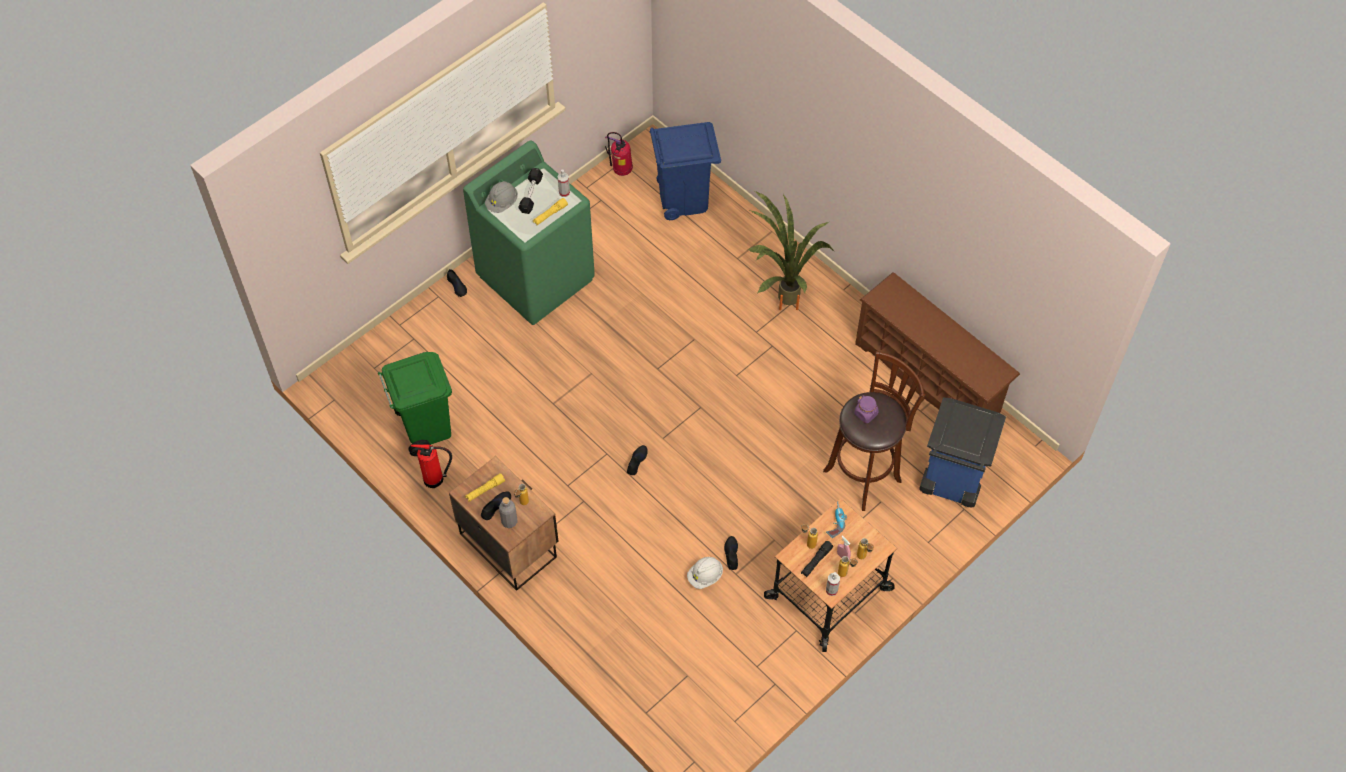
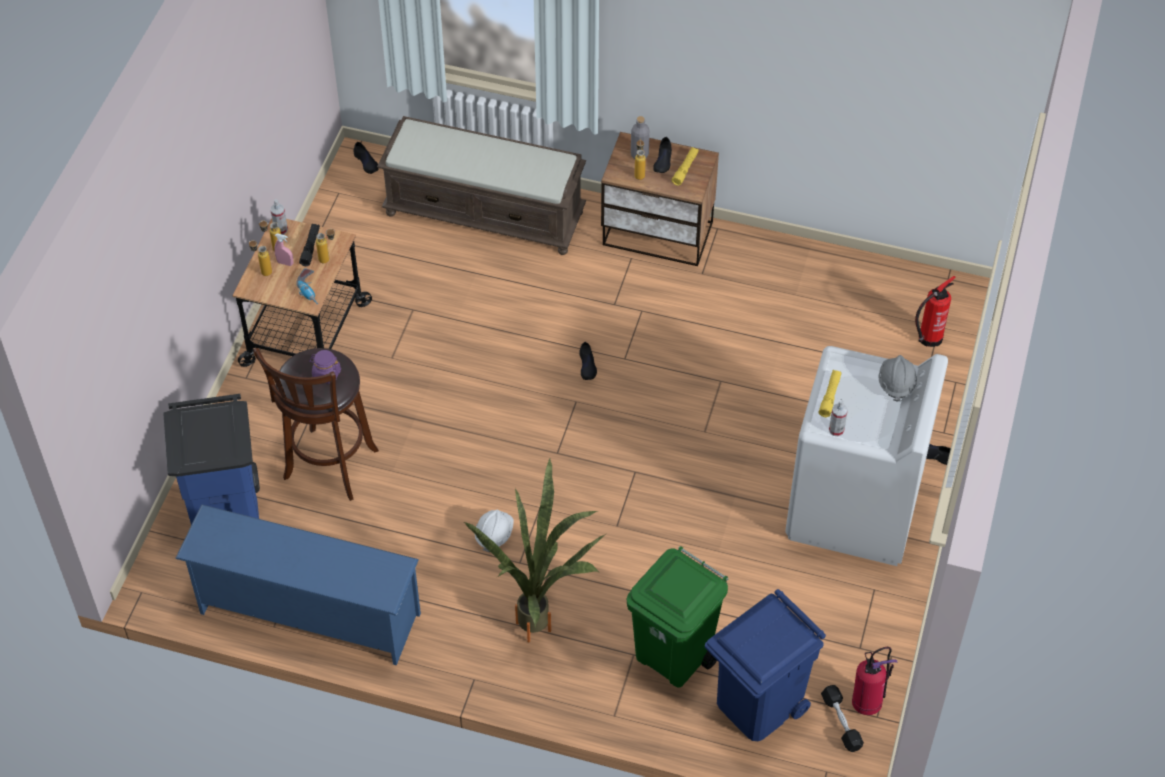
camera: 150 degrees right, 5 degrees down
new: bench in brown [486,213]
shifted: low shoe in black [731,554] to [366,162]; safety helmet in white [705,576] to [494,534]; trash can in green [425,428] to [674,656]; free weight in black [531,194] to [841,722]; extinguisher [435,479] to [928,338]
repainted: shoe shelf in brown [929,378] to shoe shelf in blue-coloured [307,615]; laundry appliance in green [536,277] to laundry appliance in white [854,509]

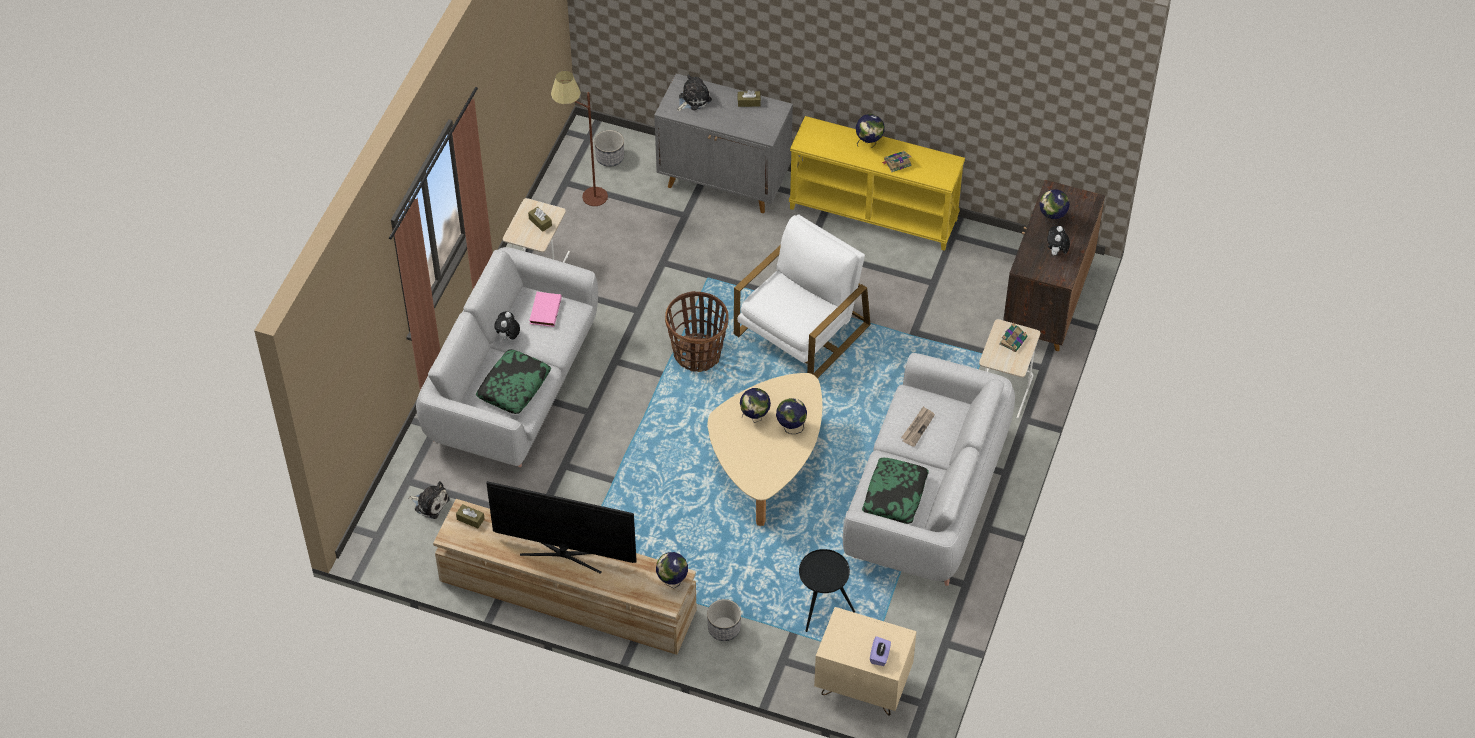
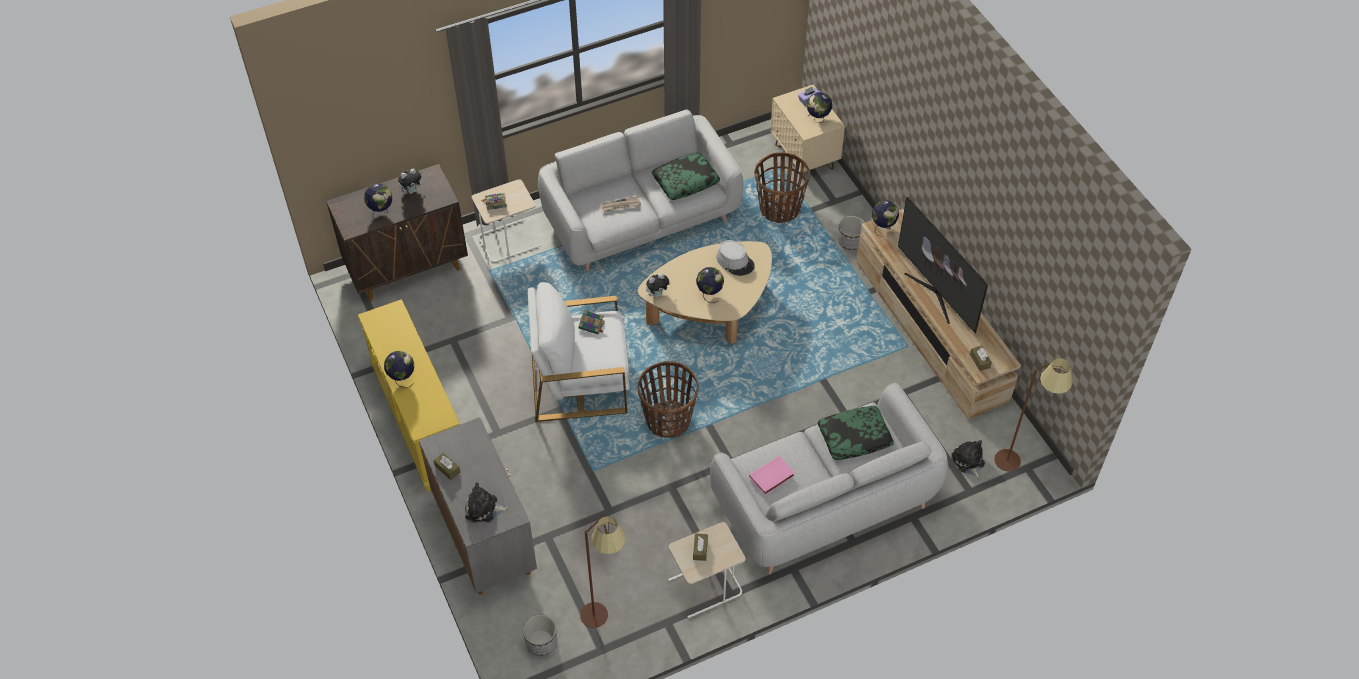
camera: 135 degrees left, 0 degrees up
new: wearable hat in grey [735,261]; standing lamp in brown [1017,467]
shifted: volume [897,163] to [592,325]; cuddly toy [508,337] to [657,294]; world globe [791,427] to [818,119]
swapped: accent table in black [822,610] to household basket [779,209]

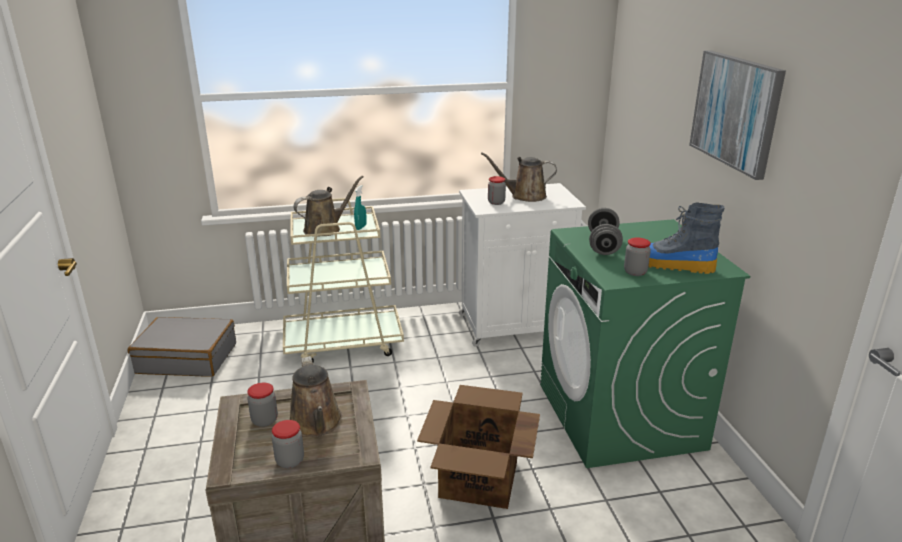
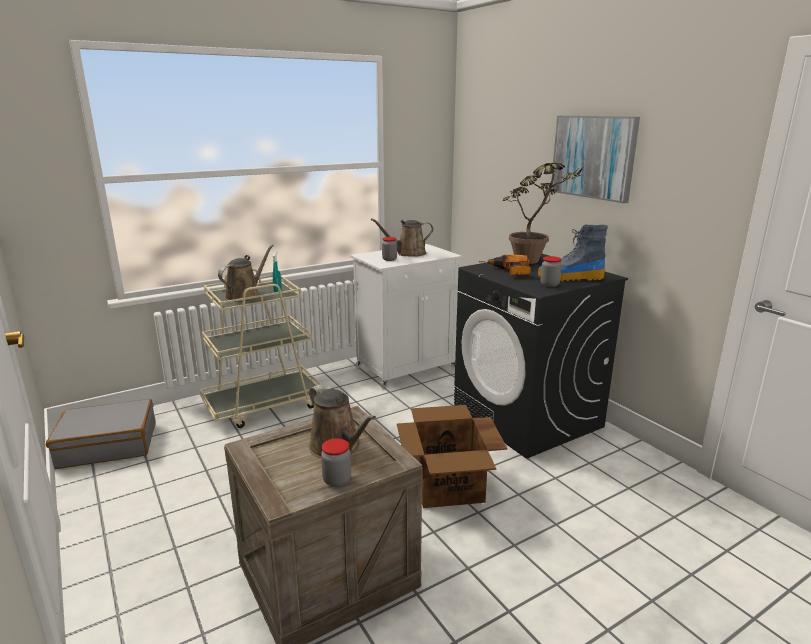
camera: 20 degrees left, 5 degrees down
gone: storage jar [264,420]
new: plant in a pot [534,262]
swapped: free weight in grey [603,245] to power drill [508,272]
repainted: laundry appliance in green [620,416] to laundry appliance in black [527,417]

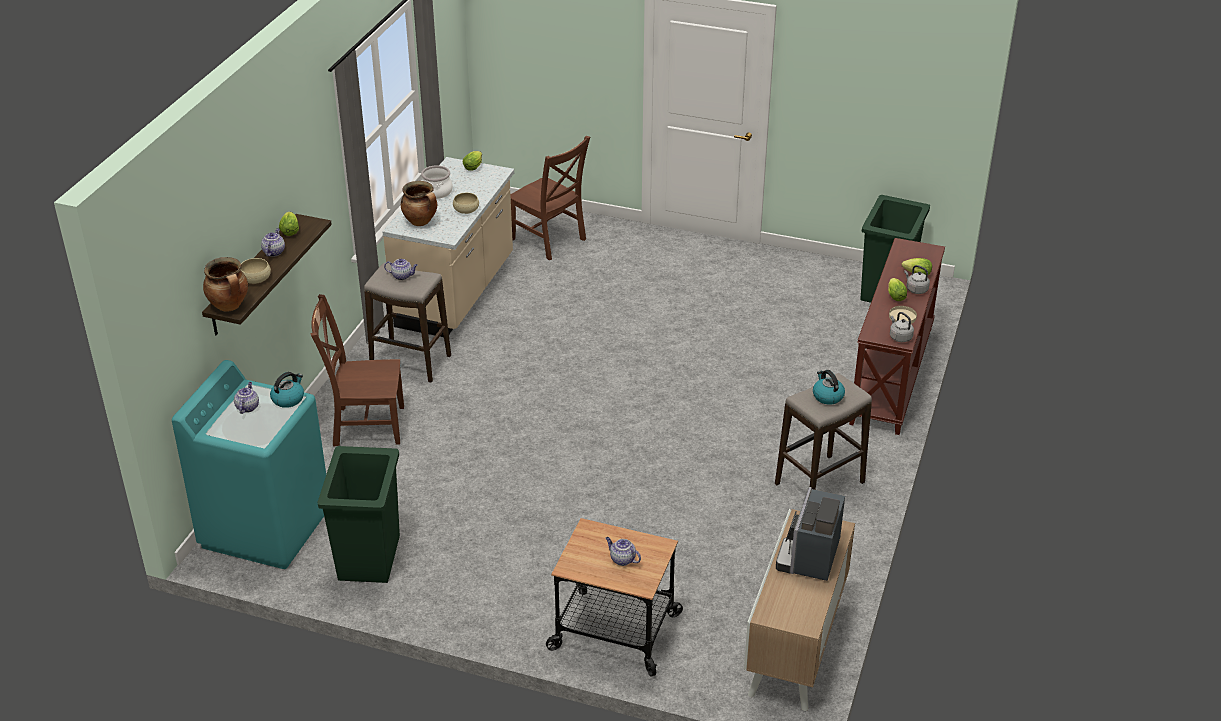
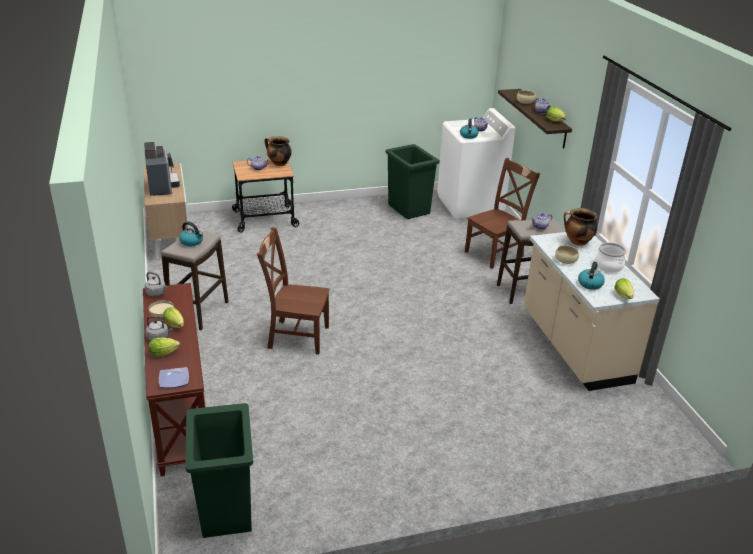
camera: 145 degrees right, 5 degrees down
new: dinner plate [174,380]; tea kettle [590,283]
shifted: upright chair in brown [550,241] to [295,336]; stockpot [230,306] to [278,163]
repainted: laundry appliance in turquoise-coloured [266,527] to laundry appliance in white [470,204]

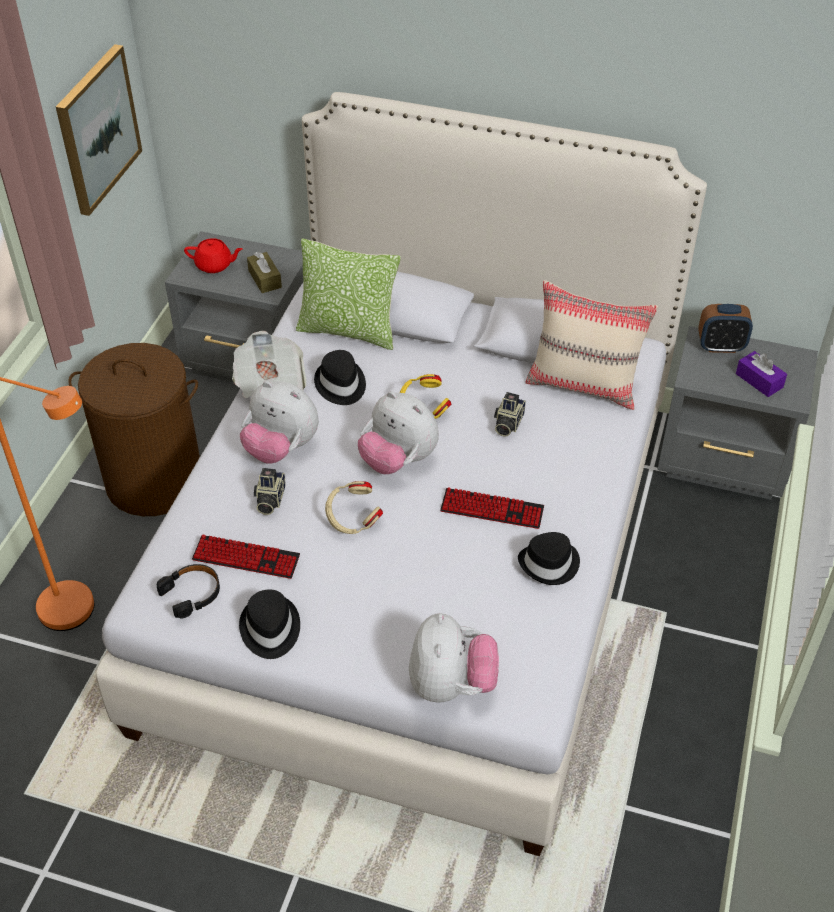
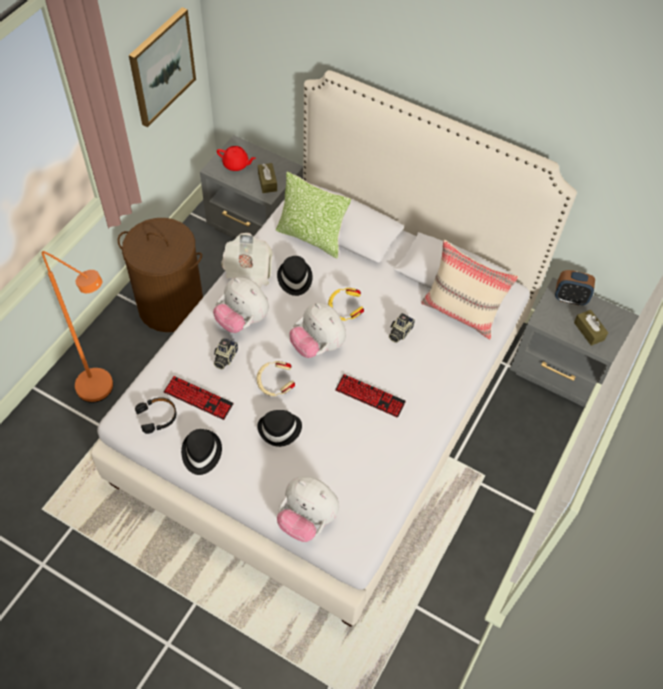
camera: 10 degrees right, 10 degrees up
shifted: wearable hat in black [549,564] to [280,429]
repainted: tissue box in purple [759,380] to tissue box in brown [589,331]
rotated: cuddly toy [451,684] = [307,519] 105 degrees clockwise

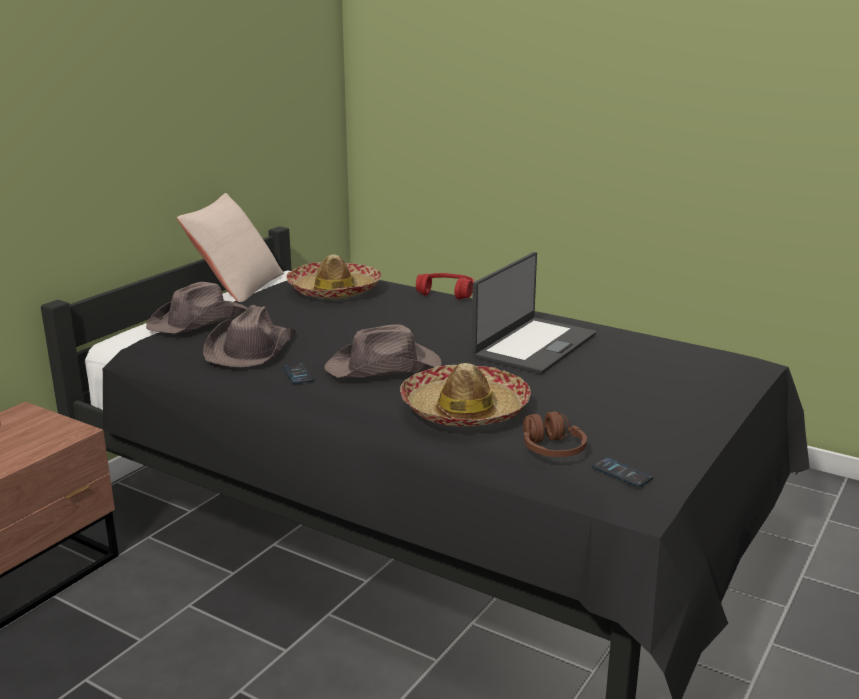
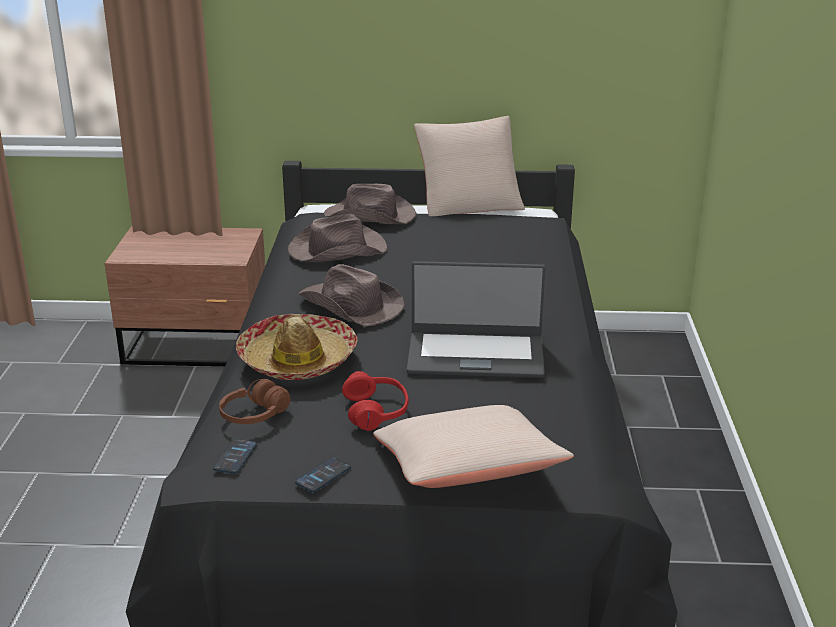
camera: 60 degrees right, 5 degrees up
gone: wearable hat [334,291]
new: pillow in beige [467,471]
shifted: telephone [298,374] to [323,475]; pair of headphones in red-coloured [446,293] to [376,411]

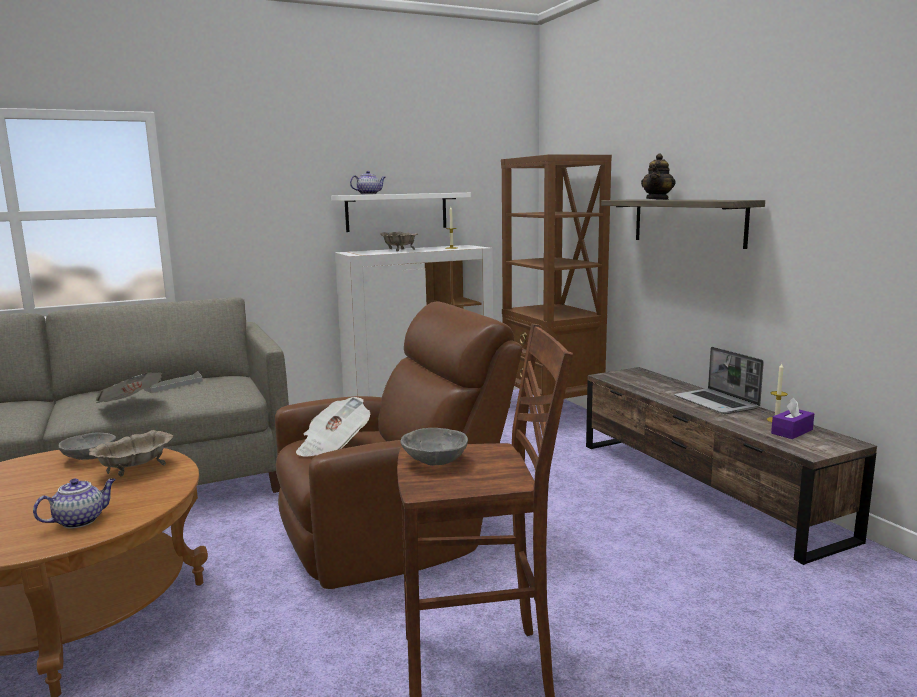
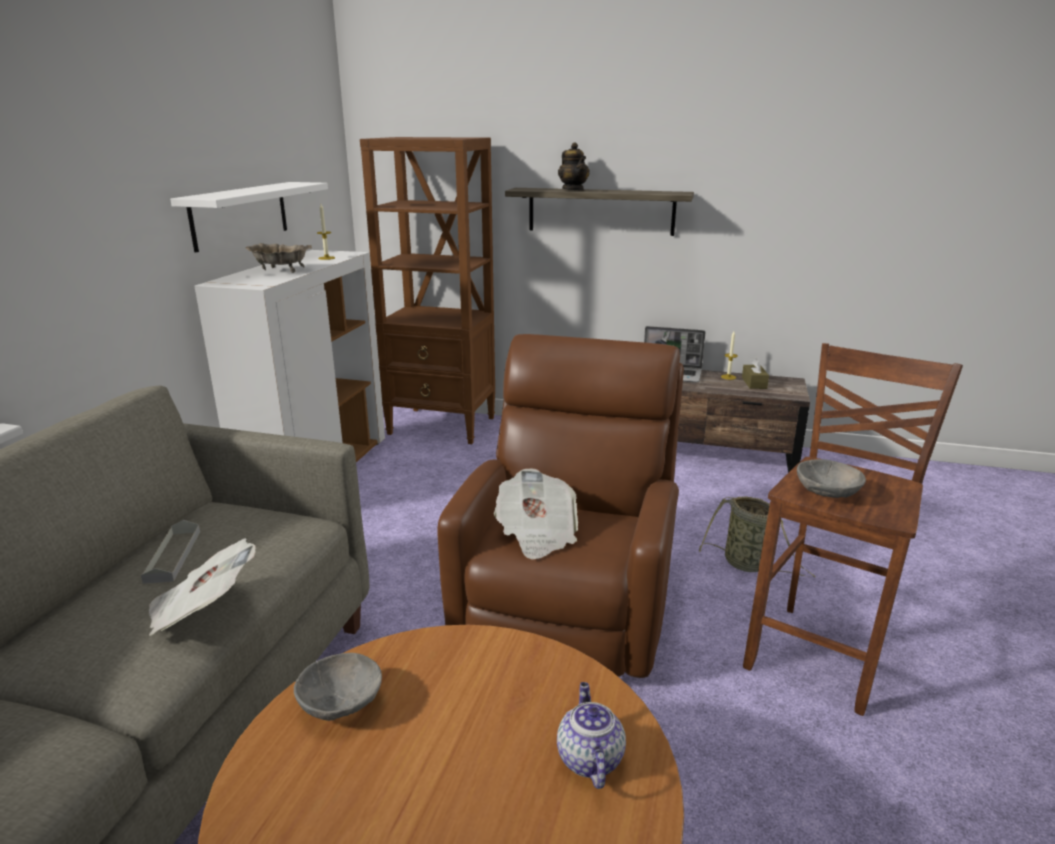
camera: 50 degrees left, 10 degrees up
gone: bowl in beige [135,470]; teapot [369,194]
new: household basket [748,565]
repainted: tissue box in purple [792,431] to tissue box in brown [754,383]

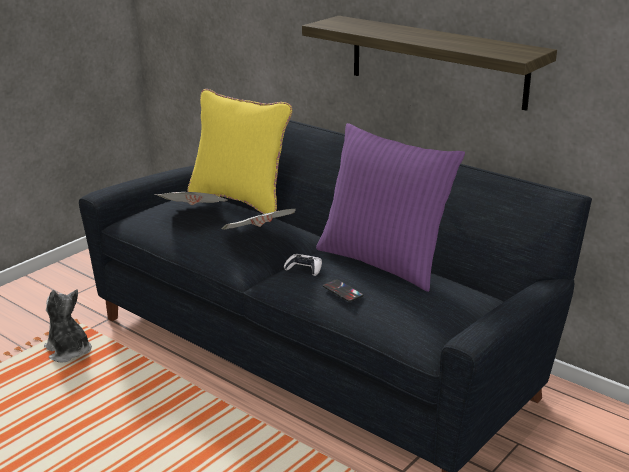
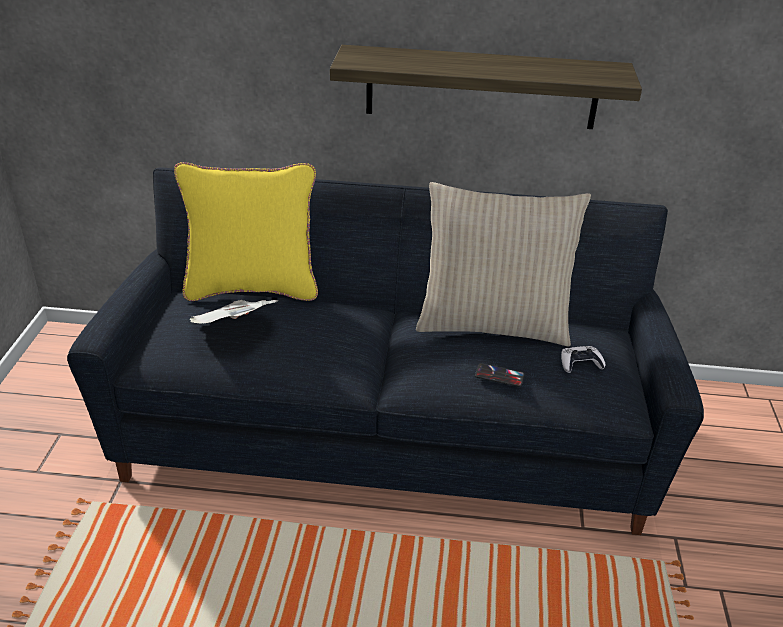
camera: 35 degrees left, 10 degrees up
gone: cuddly toy [68,351]; daily paper [259,238]
shifted: gamepad in white [304,268] to [580,363]
repainted: pillow in purple [384,261] to pillow in beige [493,323]

